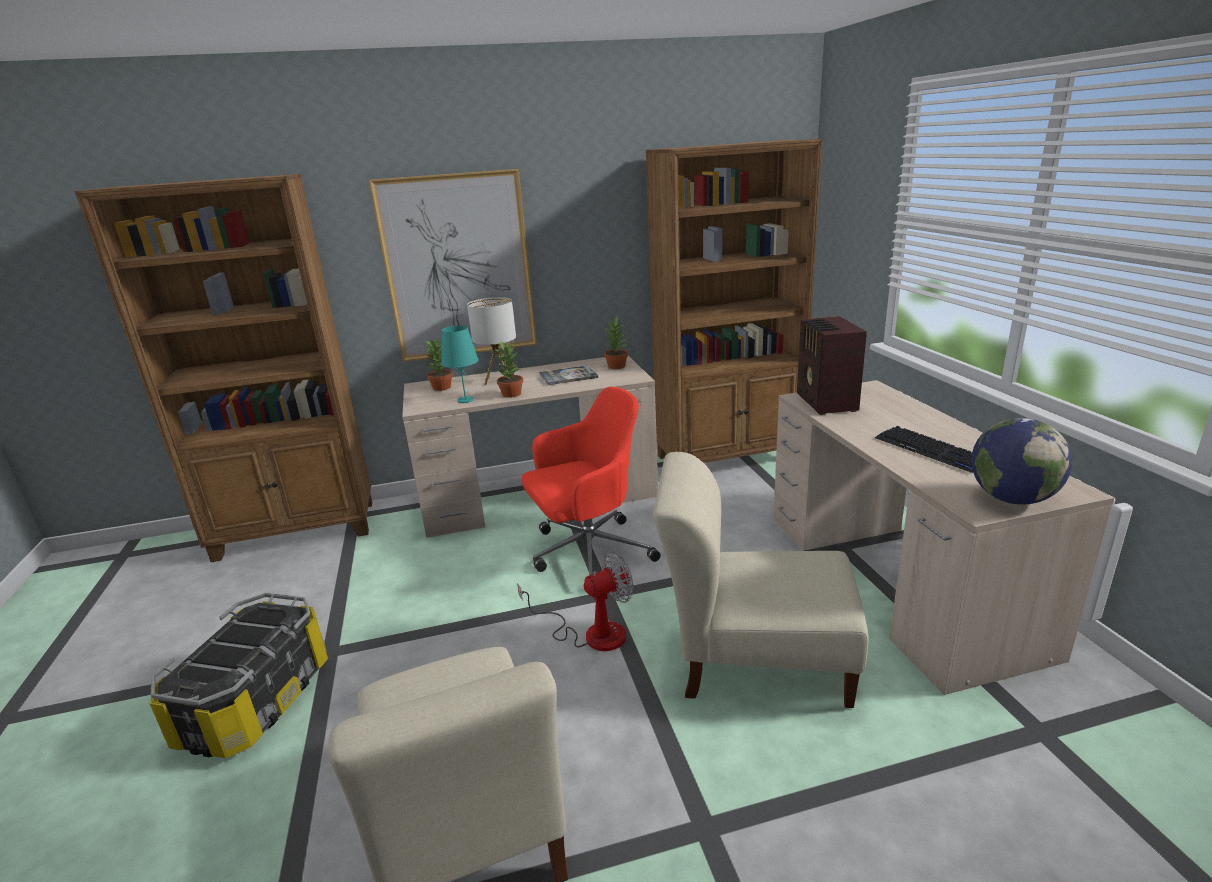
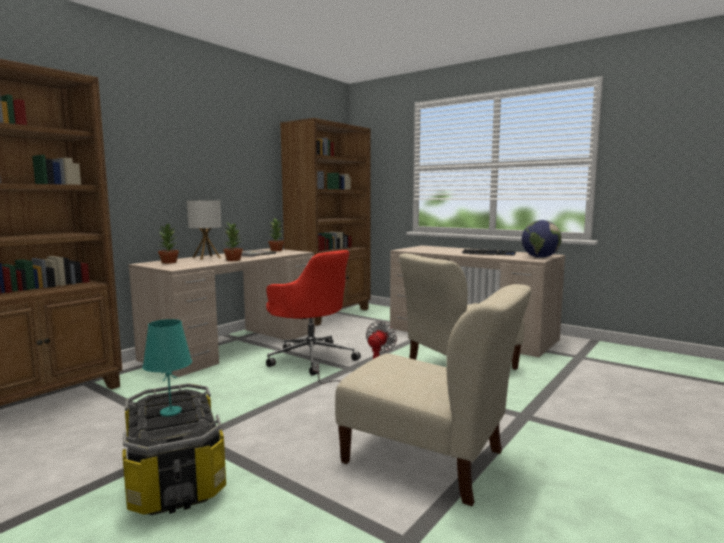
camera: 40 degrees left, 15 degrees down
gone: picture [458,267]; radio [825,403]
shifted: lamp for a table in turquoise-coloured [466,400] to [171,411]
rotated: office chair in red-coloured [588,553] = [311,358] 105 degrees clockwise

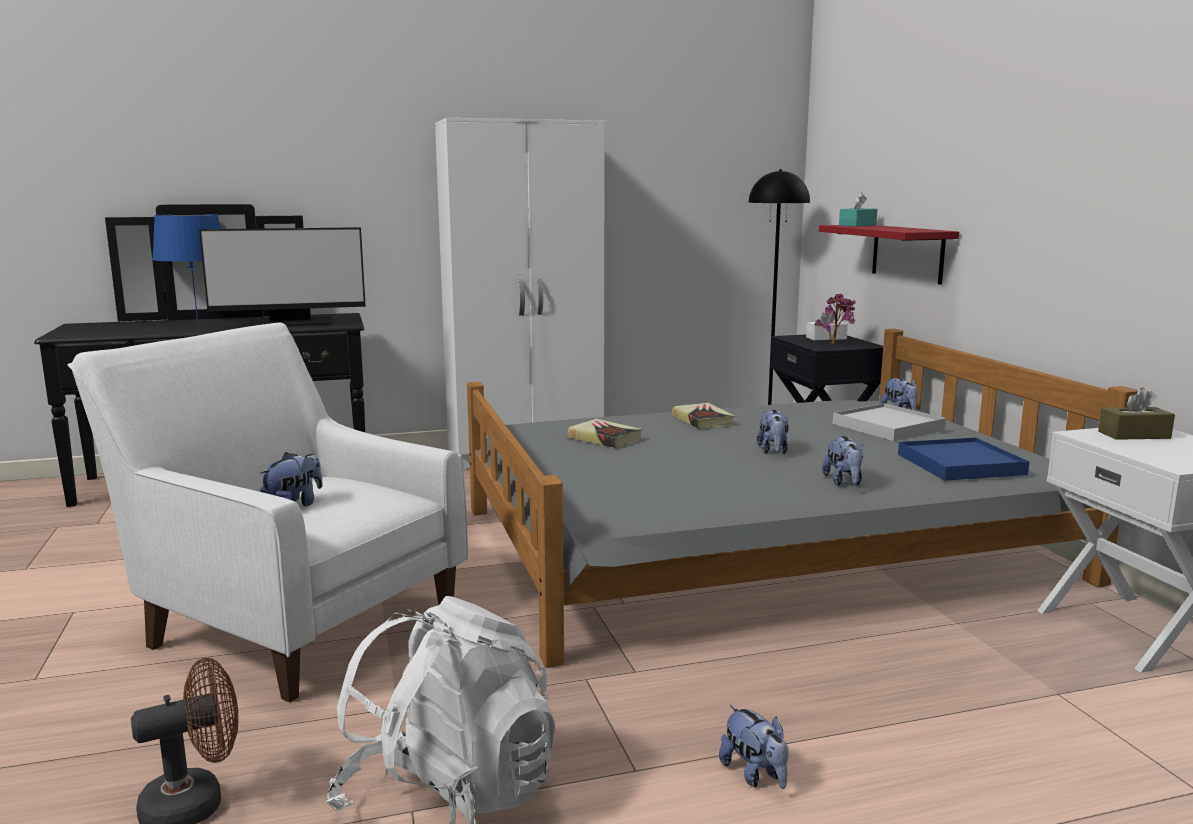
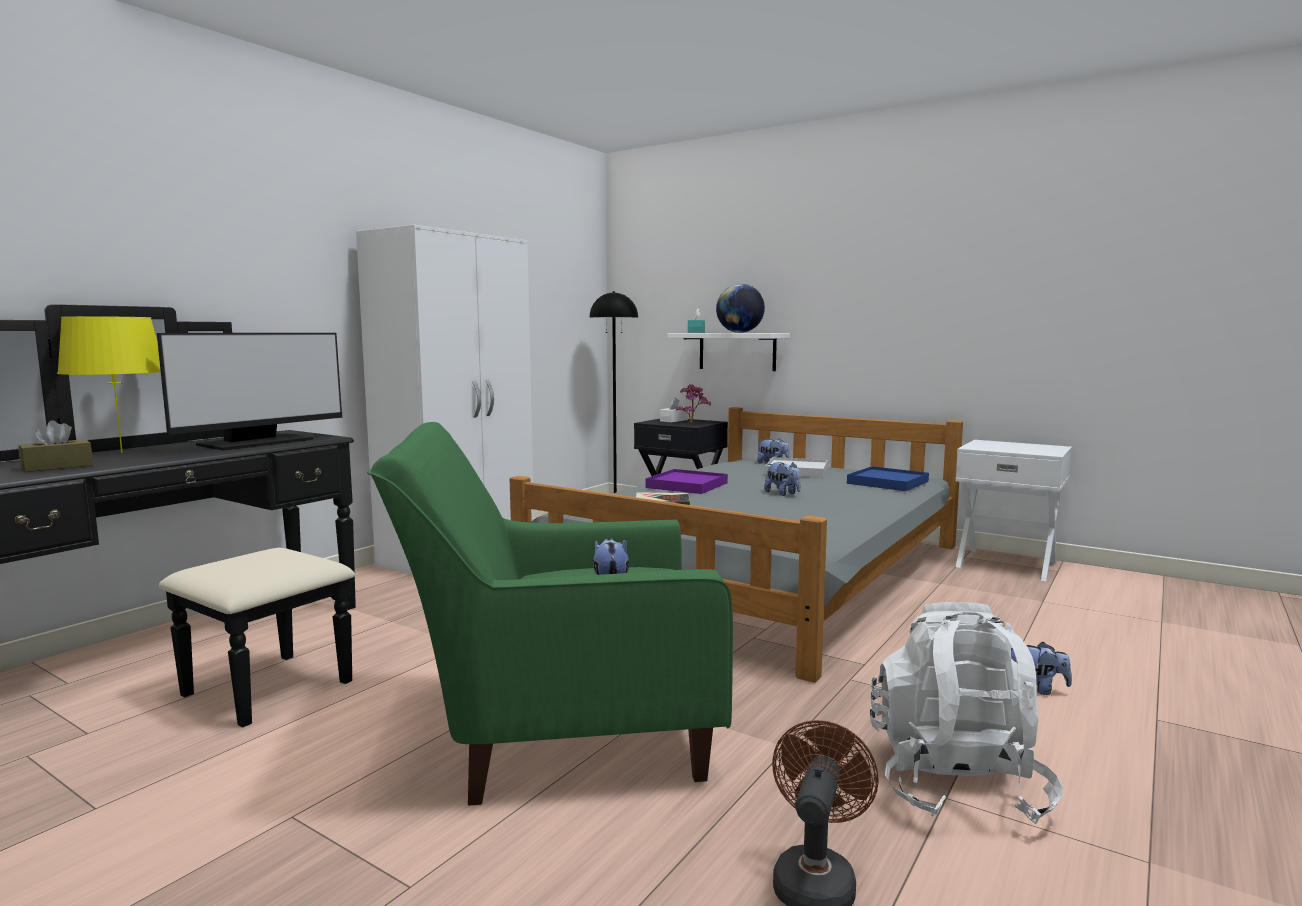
camera: 40 degrees left, 5 degrees down
gone: cuddly toy [844,482]
new: world globe [739,332]
shifted: tissue box in brown [1134,435] to [57,467]
swapped: volume [702,421] to serving tray in purple [687,485]
repainted: lamp for a table in blue-coloured [197,322] to lamp for a table in yellow [122,452]; easy chair in white [292,620] to easy chair in green [559,728]; bracket shelf in red-coloured [907,253] to bracket shelf in white [737,351]

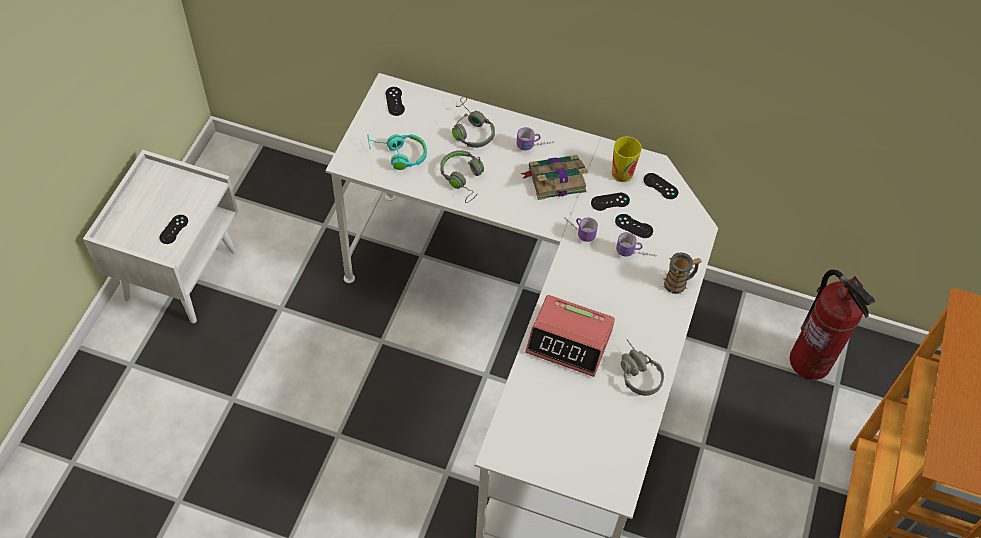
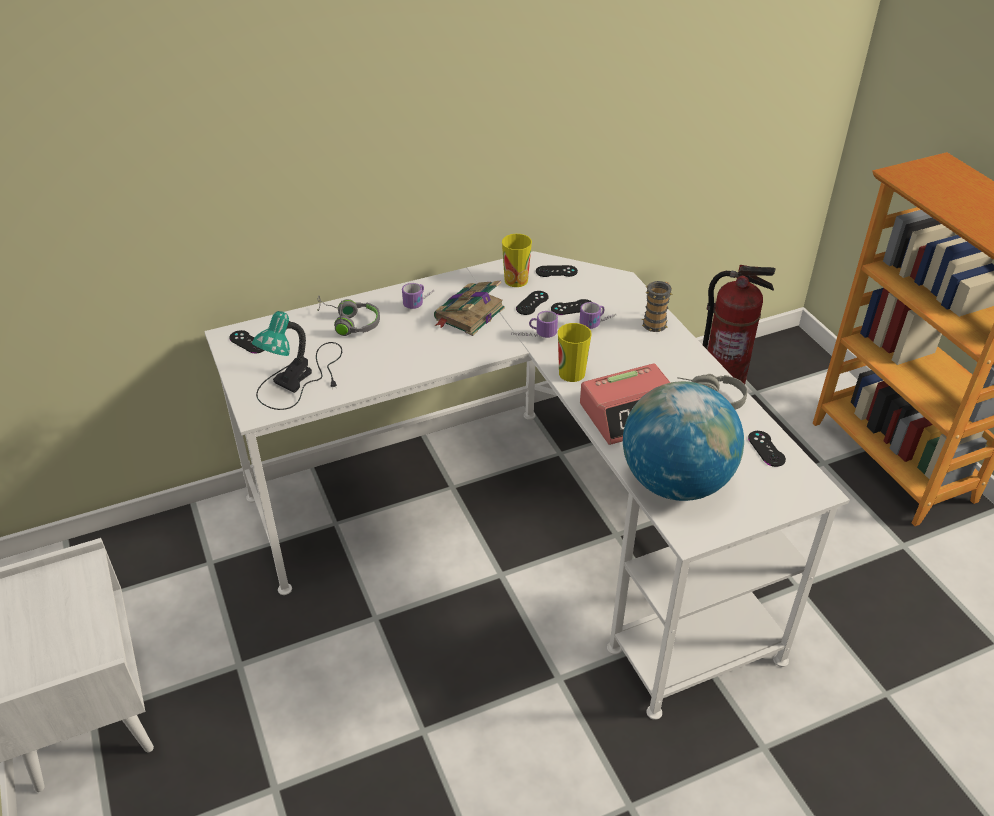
camera: 40 degrees left, 15 degrees down
gone: pair of headphones in grey [463,179]
new: drinking cup [571,373]; world globe [675,482]
shifted: gamepad in black [174,229] to [766,449]
swapped: pair of headphones in turquoise-coloured [398,155] to lamp for a table [302,378]

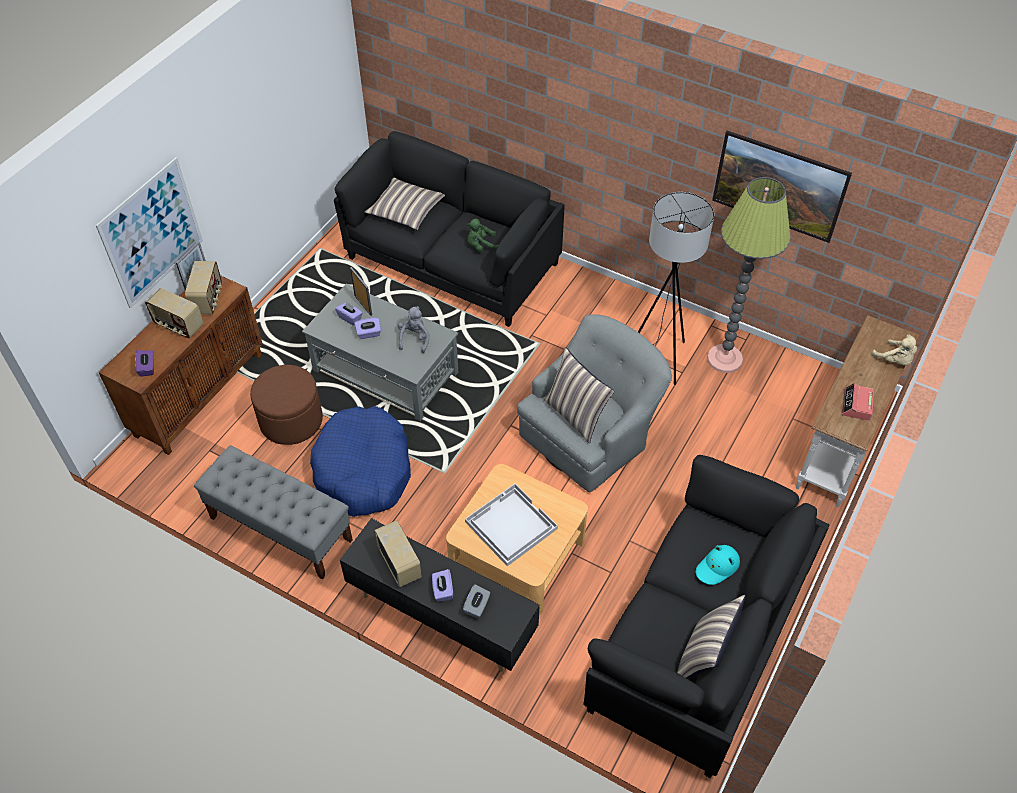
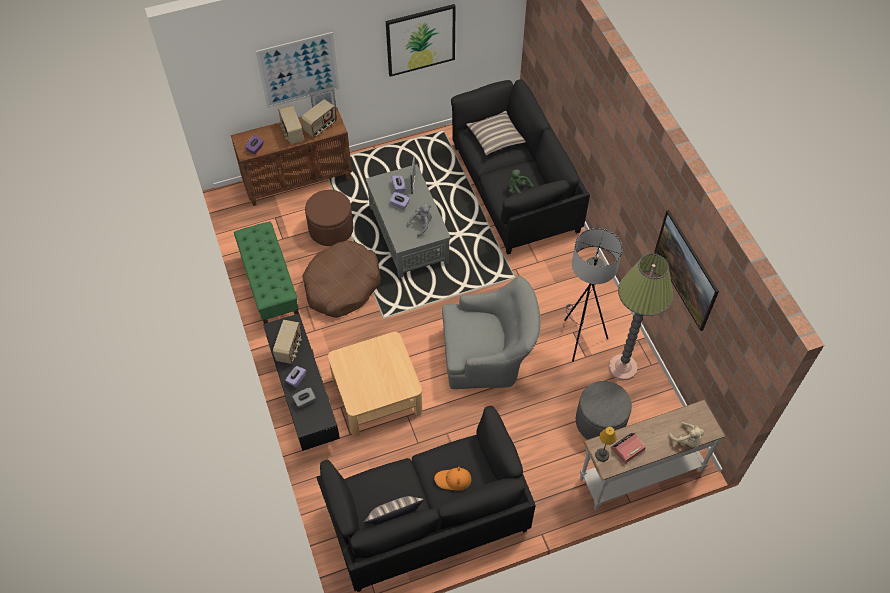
camera: 40 degrees right, 5 degrees up
gone: serving tray in white [510,525]; pillow [576,415]
new: picture [420,40]; ottoman in grey [600,421]; lamp for a table [602,455]
repainted: bench in grey [280,529] to bench in green [270,288]; dog cushion in blue-coloured [363,470] to dog cushion in brown [342,285]; wearable hat in turquoise-coloured [717,567] to wearable hat in orange-coloured [453,480]
rotated: cuddly toy in beige [895,360] = [687,440] 45 degrees counterclockwise

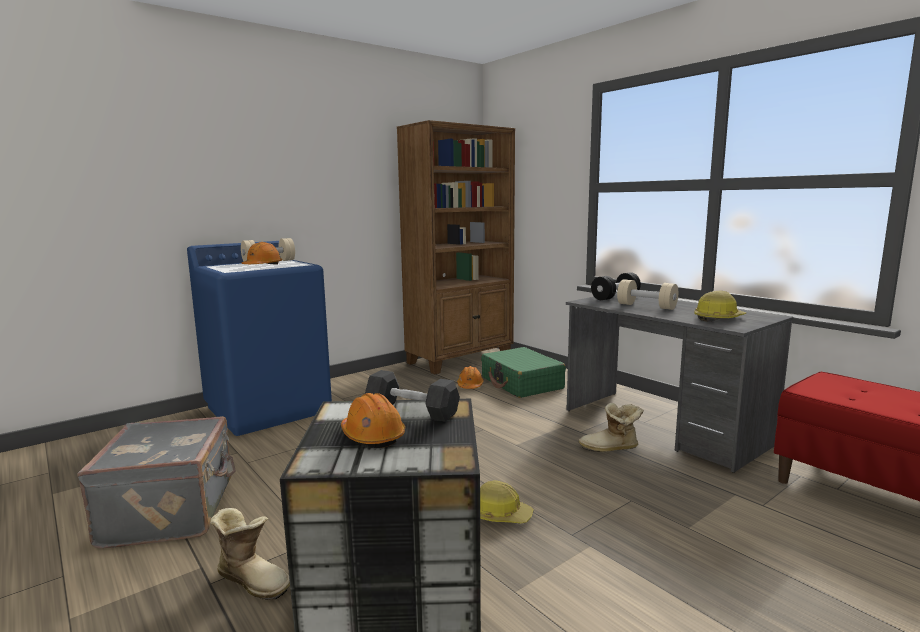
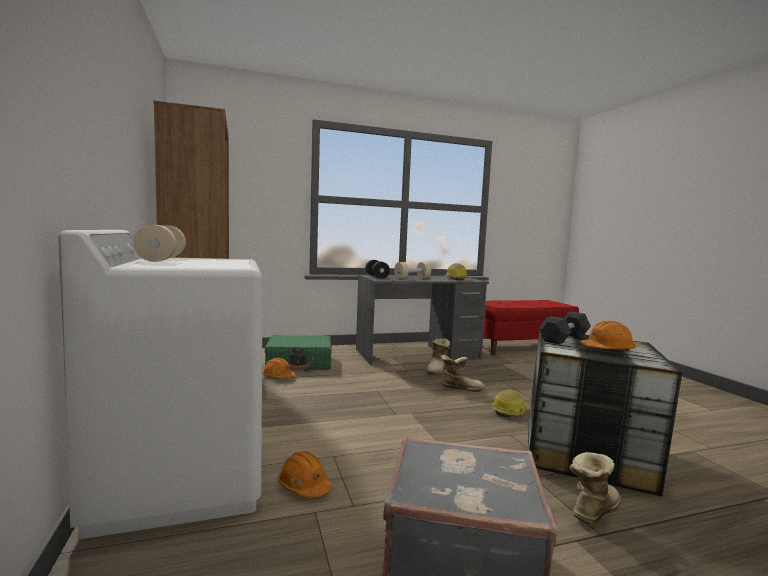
camera: 70 degrees left, 5 degrees down
new: boot [460,388]
shifted: safety helmet in orange-coloured [263,266] to [304,486]
repainted: laundry appliance in blue-coloured [269,409] to laundry appliance in white [181,480]

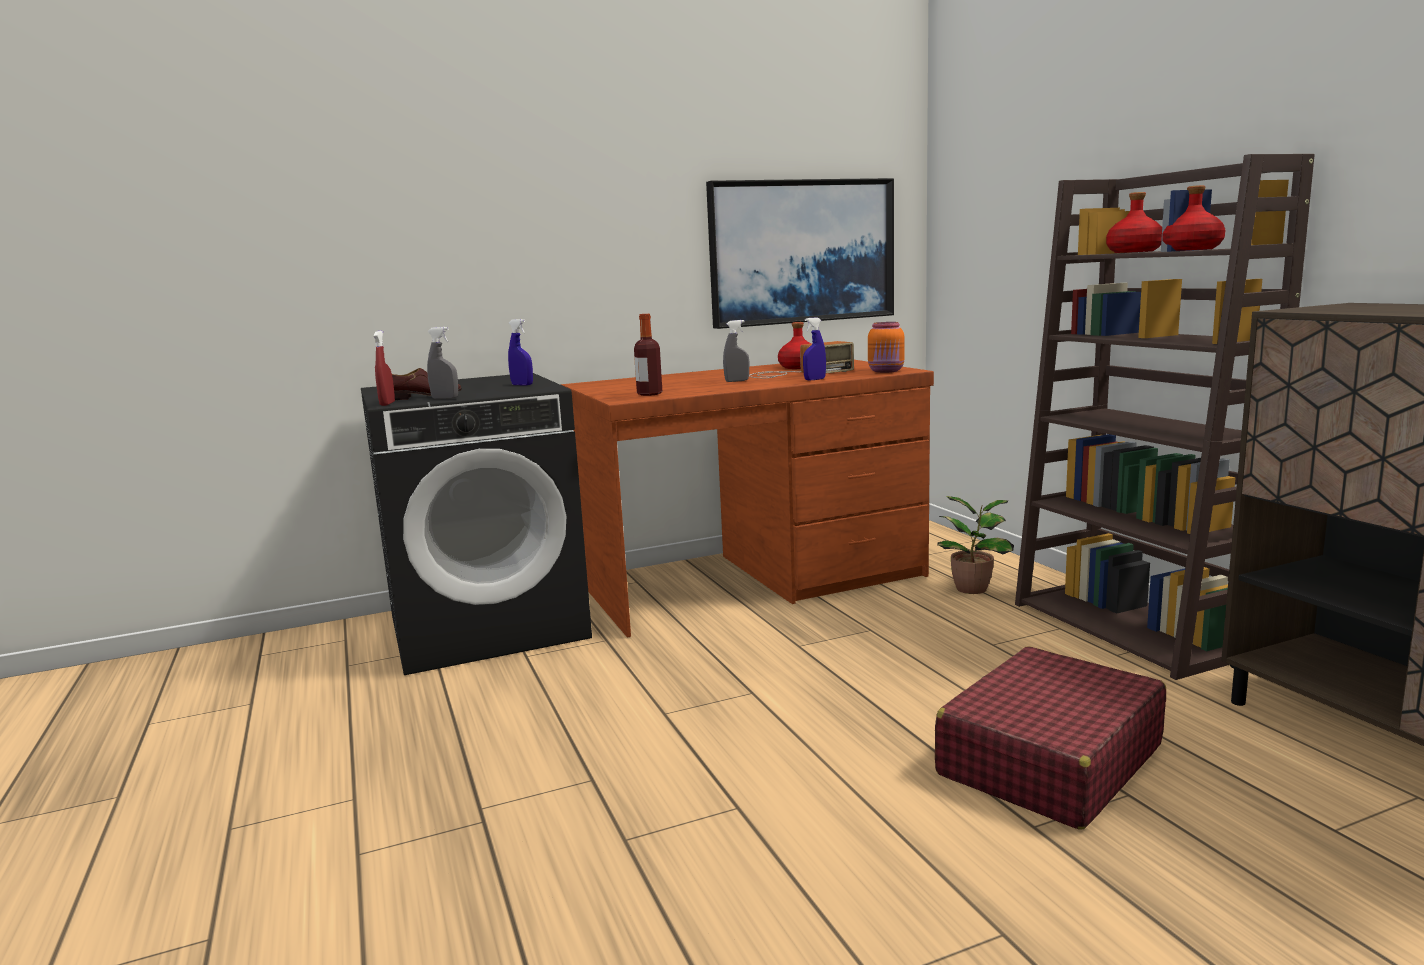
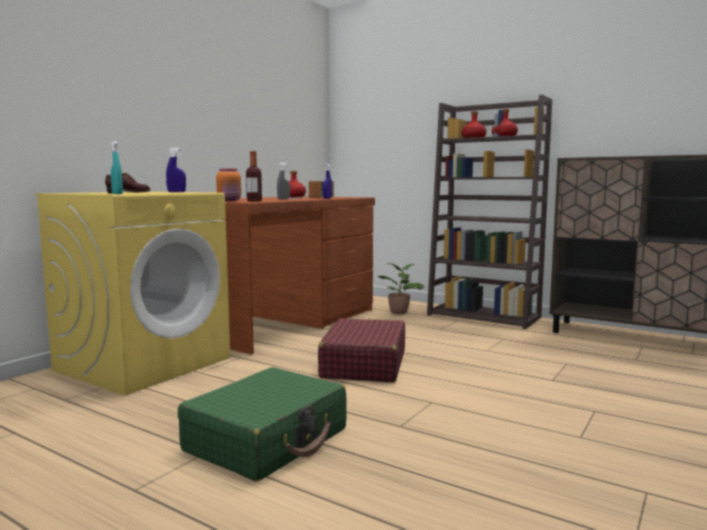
camera: 35 degrees left, 5 degrees down
gone: hand sprayer in grey [445,398]; picture [802,252]
new: travel case in green [267,440]
shifted: storage jar in orange-coloured [886,371] to [229,200]; travel case in red-coloured [1048,760] to [364,365]
repainted: laundry appliance in black [489,626] to laundry appliance in yellow [144,364]; hand sprayer in red-coloured [387,404] to hand sprayer in turquoise-coloured [117,194]

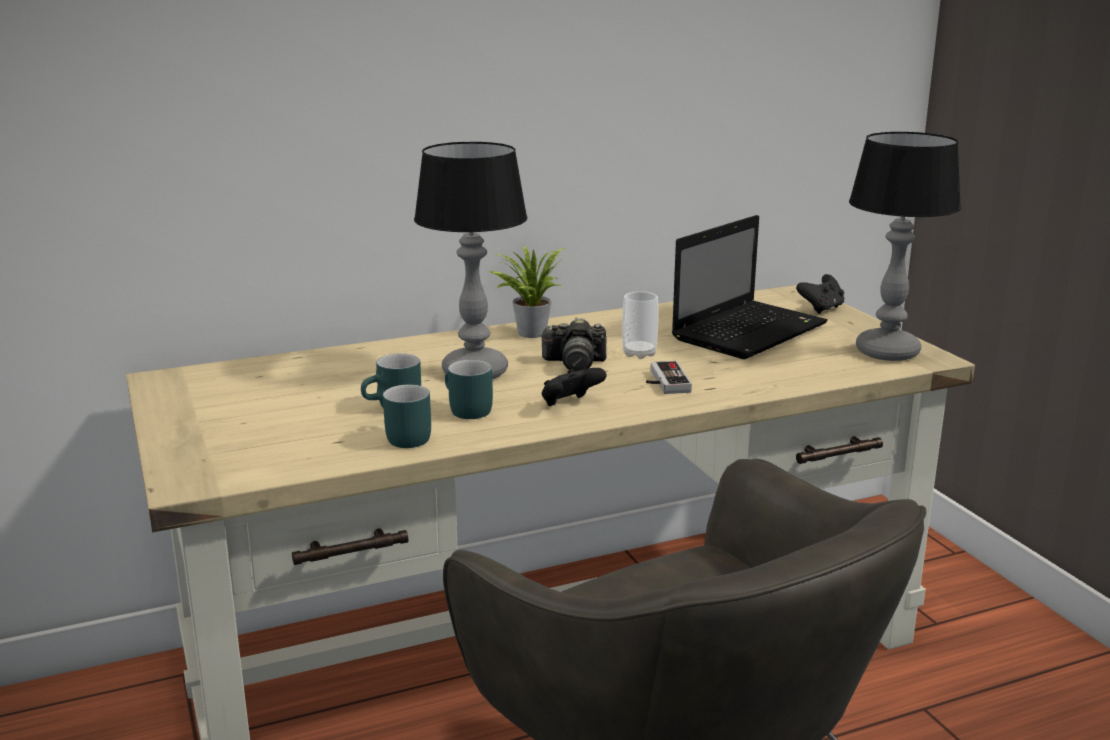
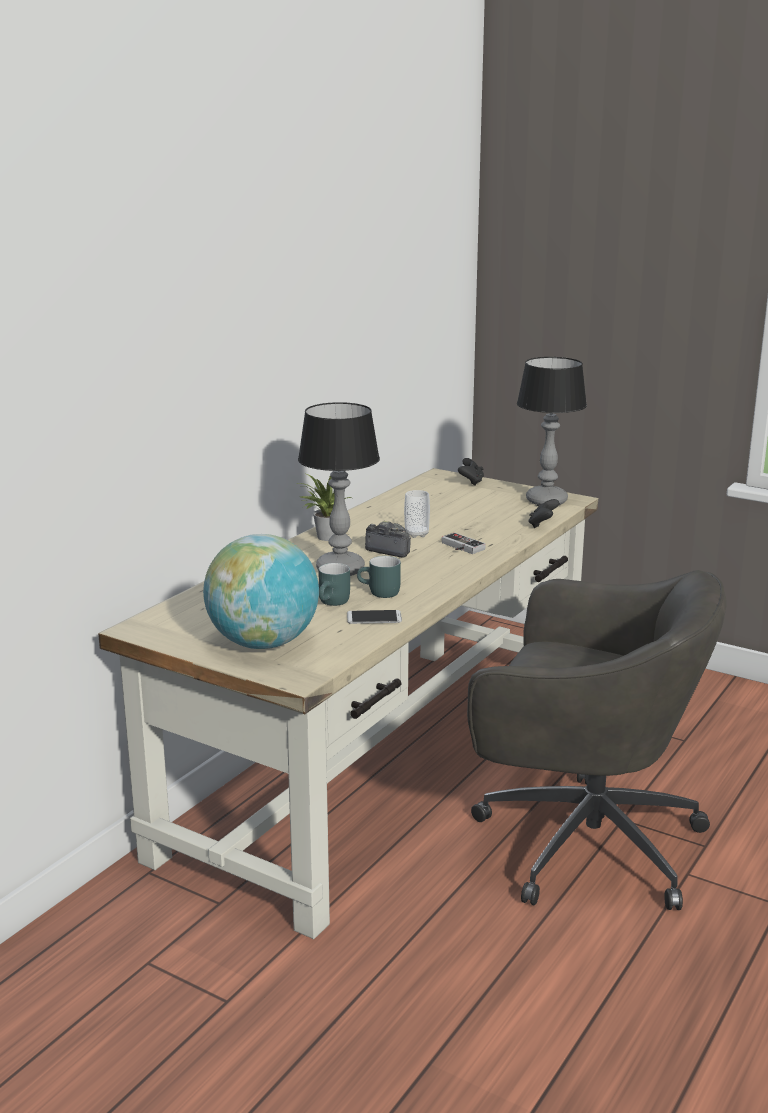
camera: 35 degrees left, 0 degrees up
gone: notebook computer [750,331]
new: world globe [263,643]
shifted: gamepad in black [570,404] to [542,525]
swapped: tea mug in turquoise-coloured [402,438] to telephone [374,618]
rotated: still camera [574,363] = [390,549] 120 degrees counterclockwise

